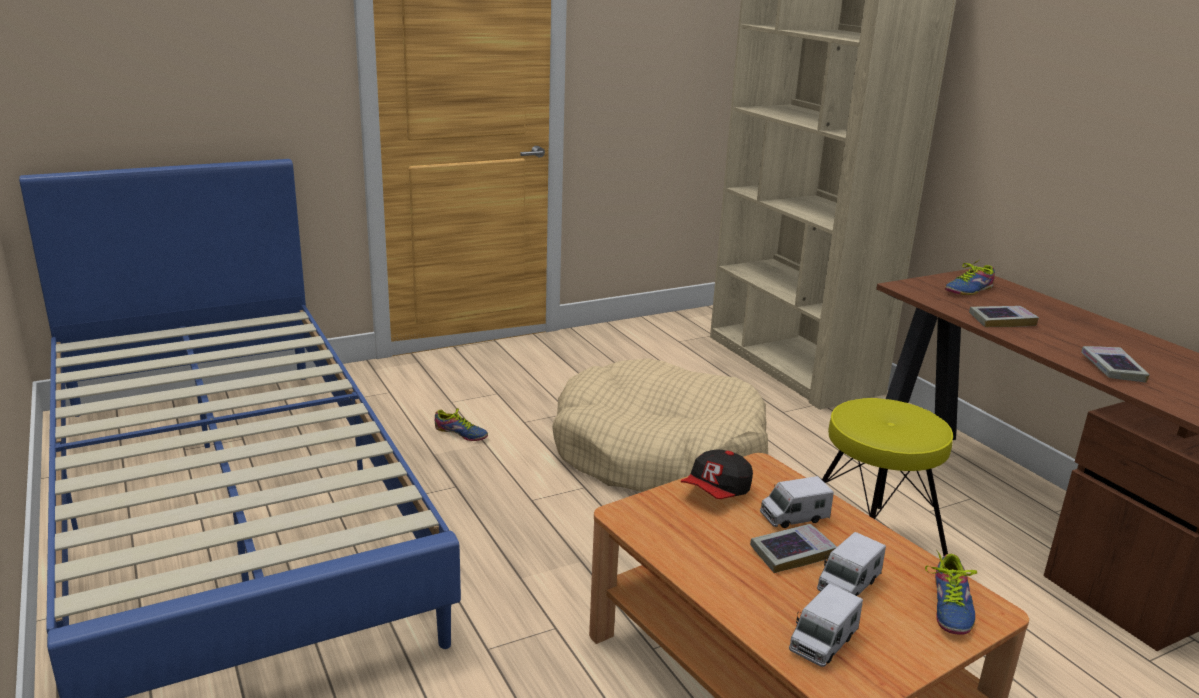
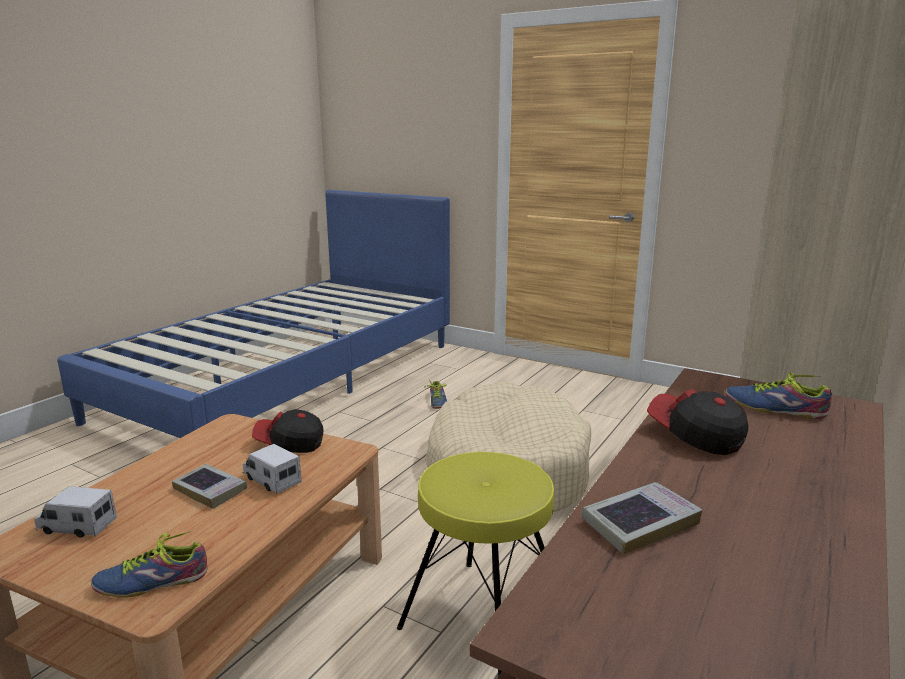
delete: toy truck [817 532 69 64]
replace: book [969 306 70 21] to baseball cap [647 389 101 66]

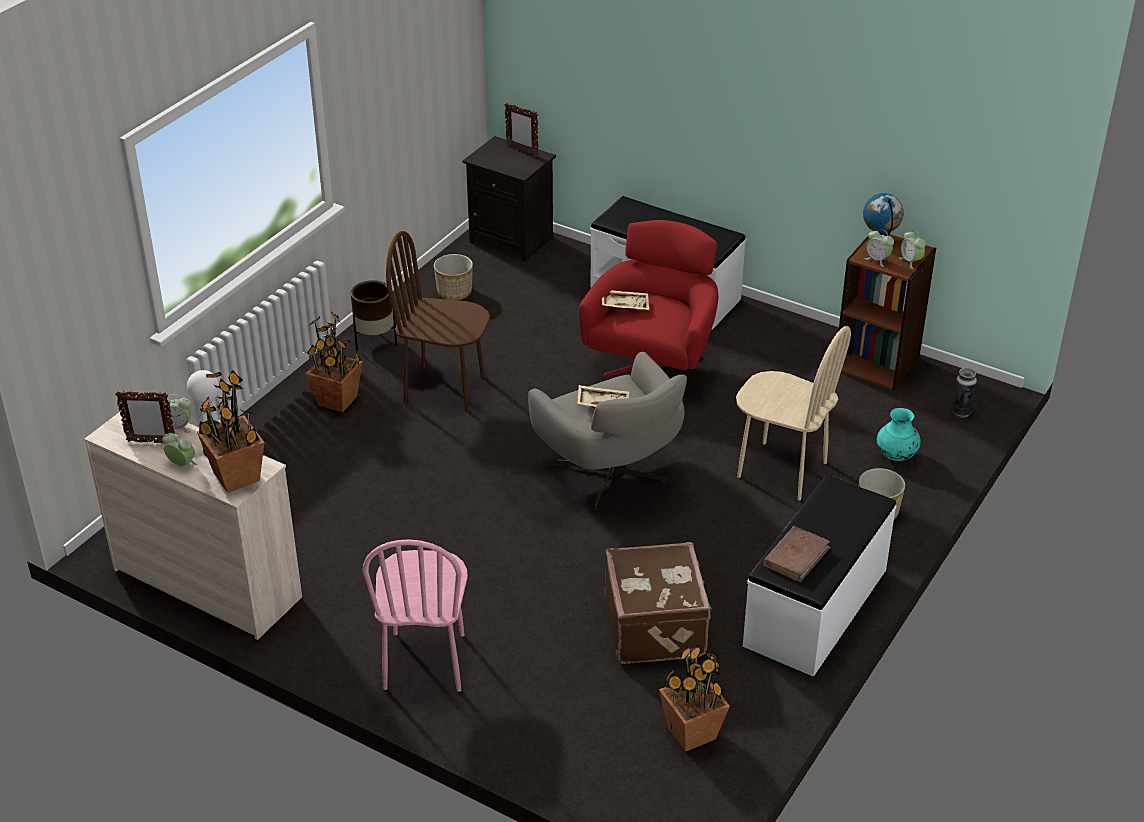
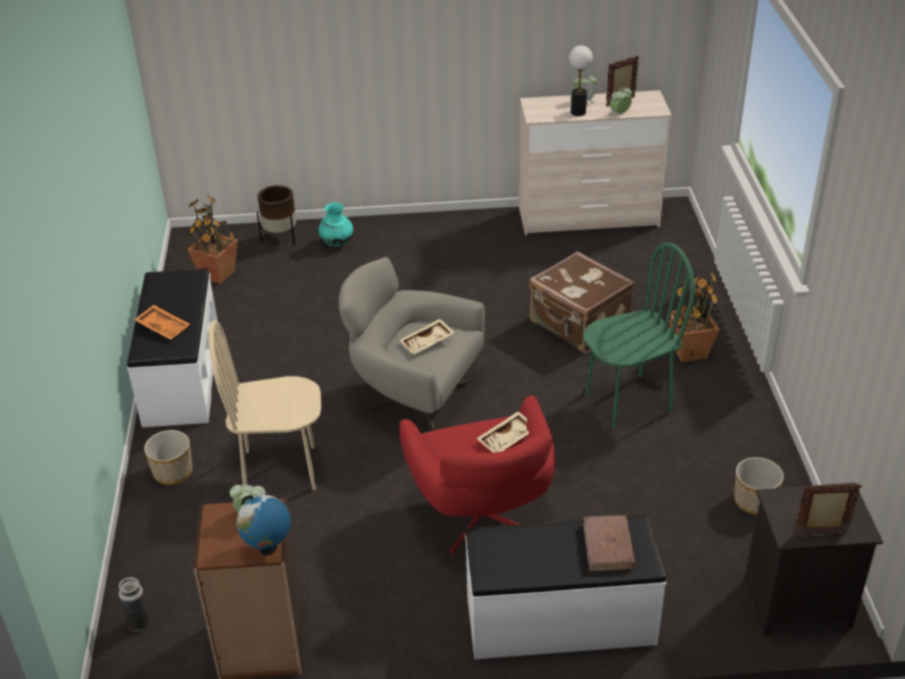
delete: houseplant [197 370 68 123]; upright chair (pink-coloured) [363 539 105 153]; table clock [899 231 27 38]
insert: serving tray (orange-coloured) [134 305 56 35]
move: plant pot (brown-coloured) [351 280 46 71] to [257 185 39 61]; flower vase (turquoise-coloured) [877 408 44 53] to [318 203 35 43]; piece of luggage (brown-coloured) [605 542 107 122] to [529 251 105 102]; book (brown-coloured) [763 526 67 56] to [583 515 53 56]
recolor: upright chair (brown-coloured) [386 231 104 180] to upright chair (greenish) [583 242 112 188]

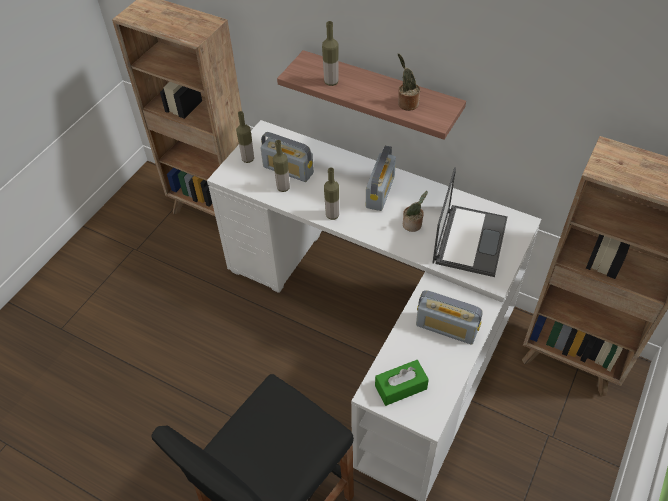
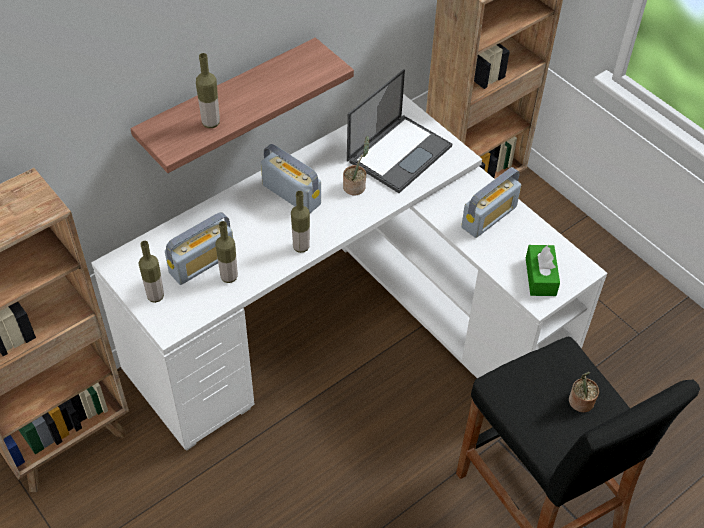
move: houseplant [397 53 23 58] to [569 372 30 40]
rotate: portable computer [432 167 76 110] = [347 69 105 124] 90 degrees clockwise

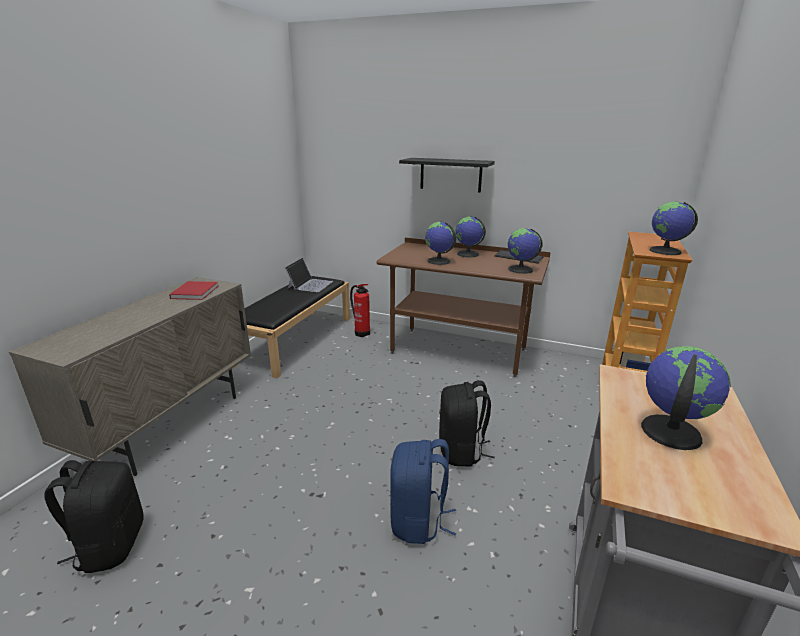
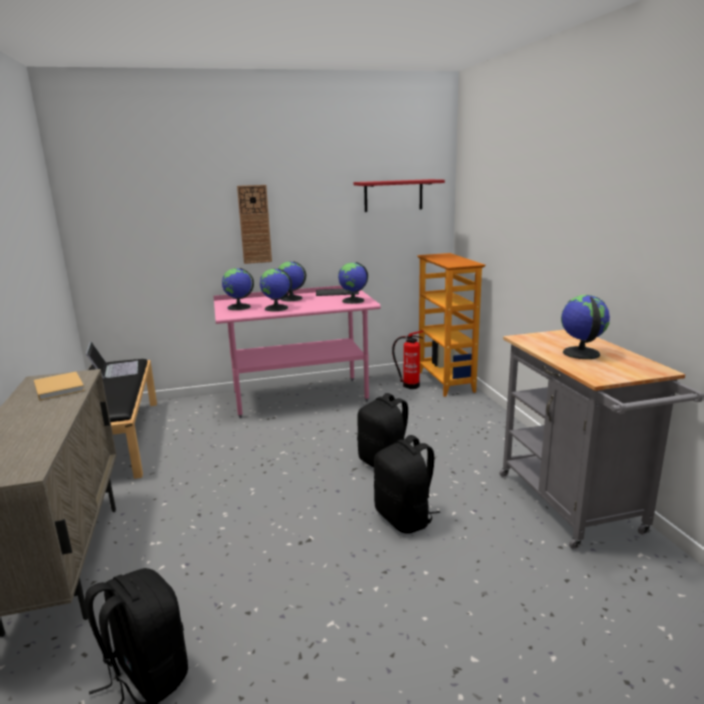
insert: wall shelf (reddish) [354 179 91 33]
move: world globe [649 202 49 53] to [222 268 32 42]; fire-fighting cylinder [350 284 20 53] to [392 331 31 58]
replace: wall shelf (black-coloured) [399 158 96 35] to clock on the wall [237 185 35 79]
recolor: book (reddish) [169 281 49 19] to book (beige) [34 372 51 29]; desk unit (brown-coloured) [377 238 174 139] to desk unit (pink-coloured) [213 286 168 132]; backpack (blue) [390 439 66 105] to backpack (black-coloured) [374 435 66 99]

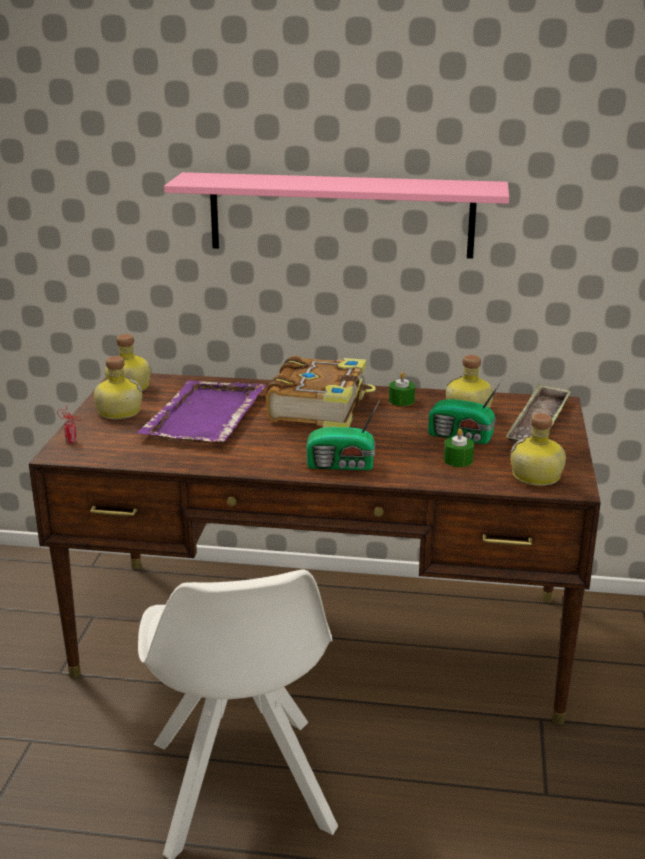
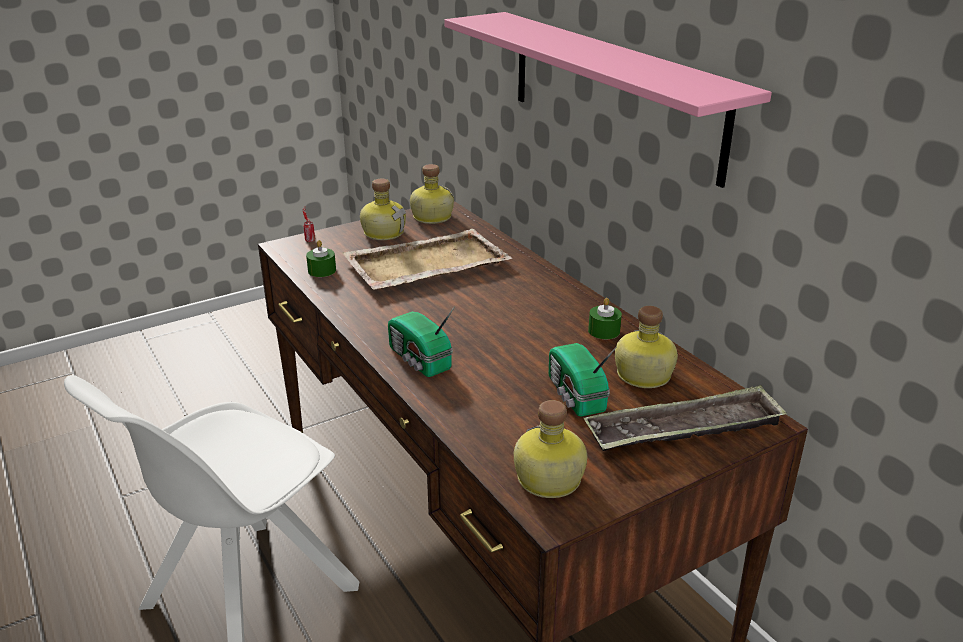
delete: book [266 356 110 72]
move: wax candle (greenish) [444 428 30 39] to [306 240 30 37]
recolor: serving tray (purple-coloured) [137 380 129 63] to serving tray (beige) [342 229 170 61]

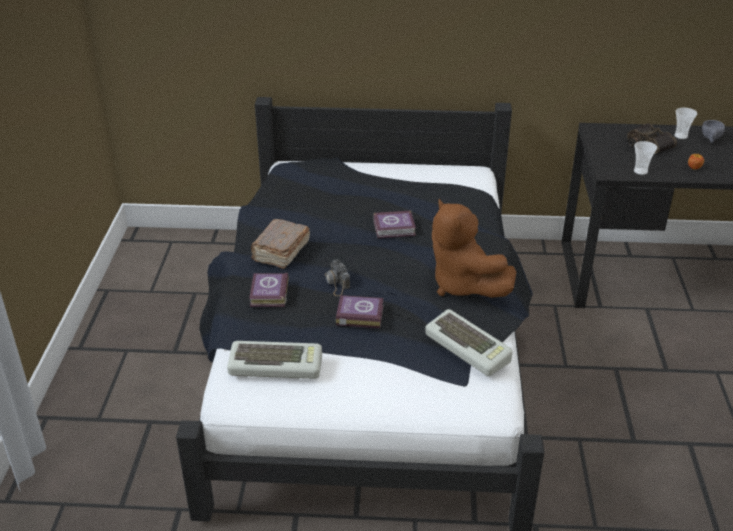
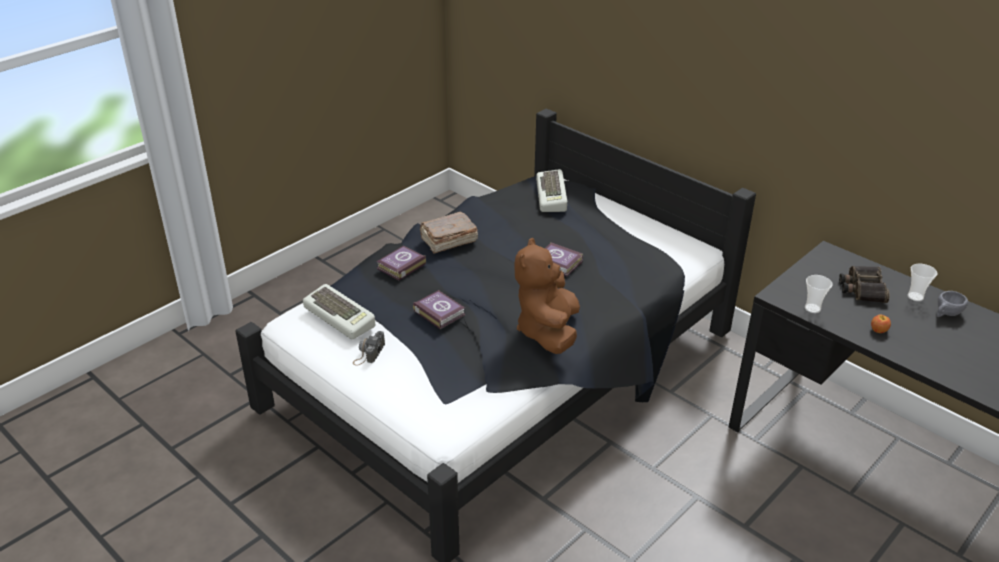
move: still camera [325 259 25 37] to [353 331 32 35]; computer keyboard [425 309 87 67] to [536 169 31 43]

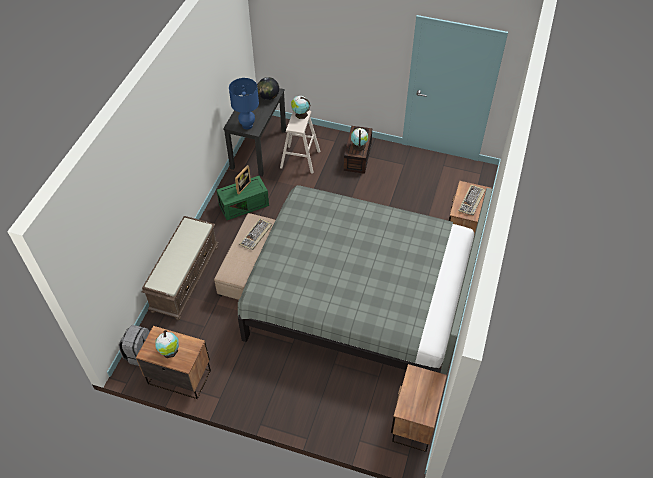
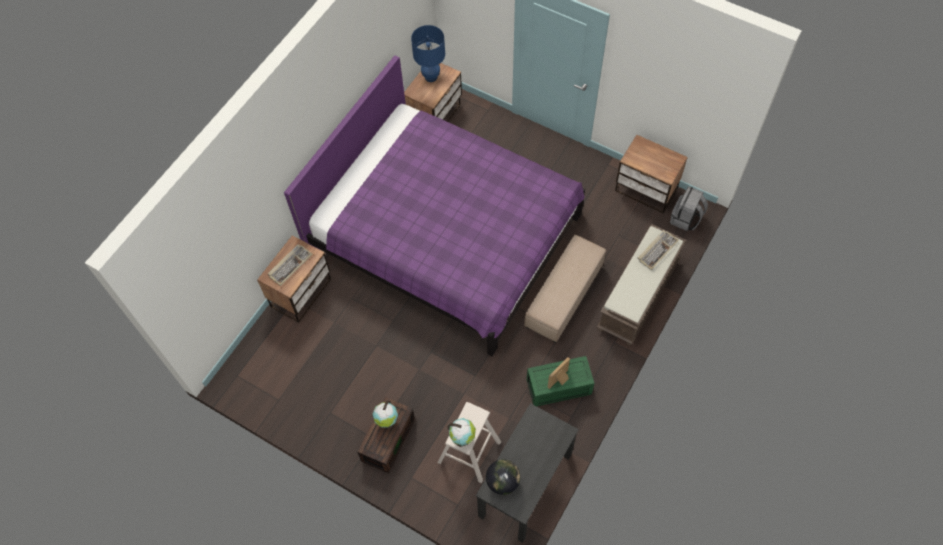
delete: world globe [156 330 23 28]
move: tabletop lamp (blue) [229 78 30 51] to [411 25 34 57]; computer keyboard [239 219 33 31] to [637 230 42 40]
recolor: sleeping bed (grey) [238 185 254 190] to sleeping bed (purple-coloured) [284 55 301 301]

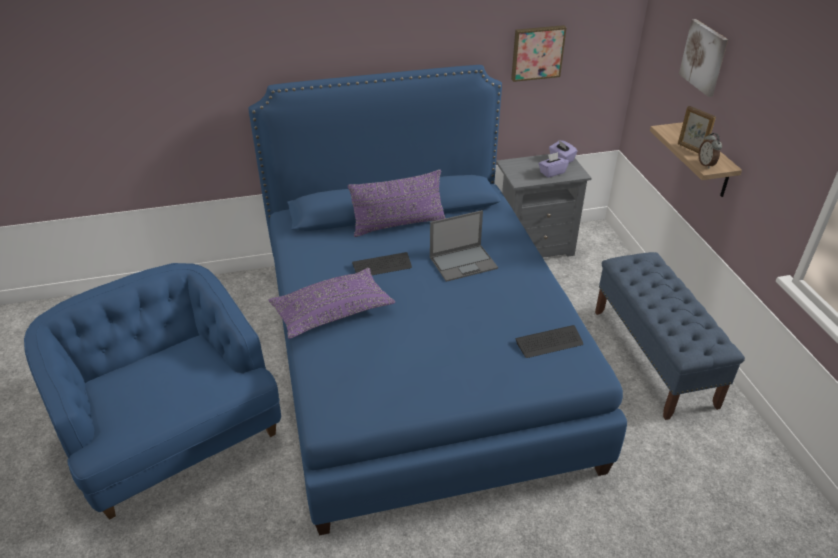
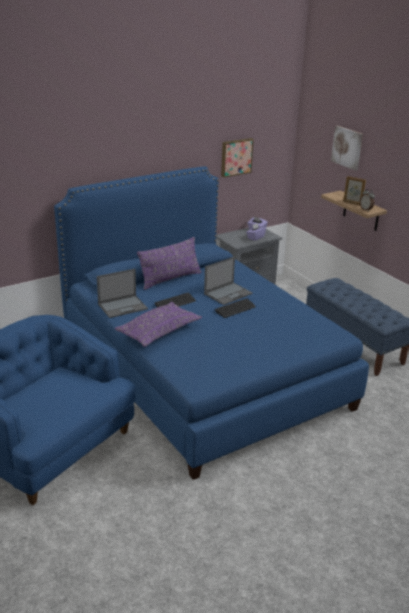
insert: portable computer [97 269 51 49]
move: computer keyboard [515 325 68 33] to [215 298 41 20]

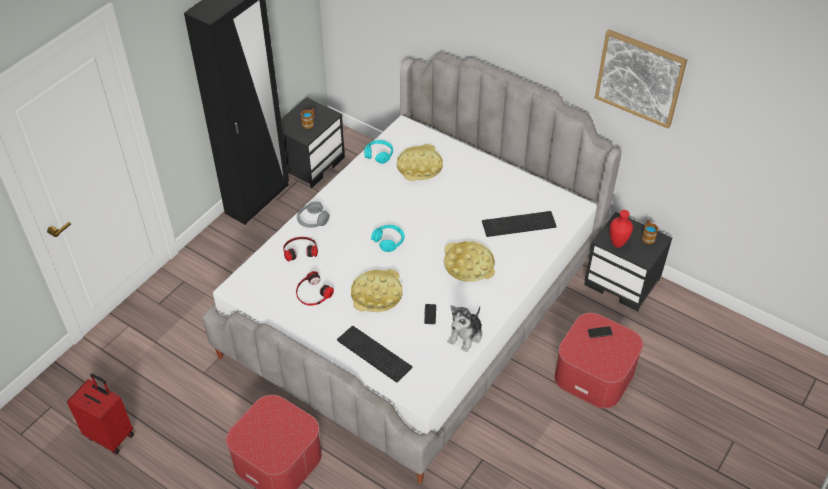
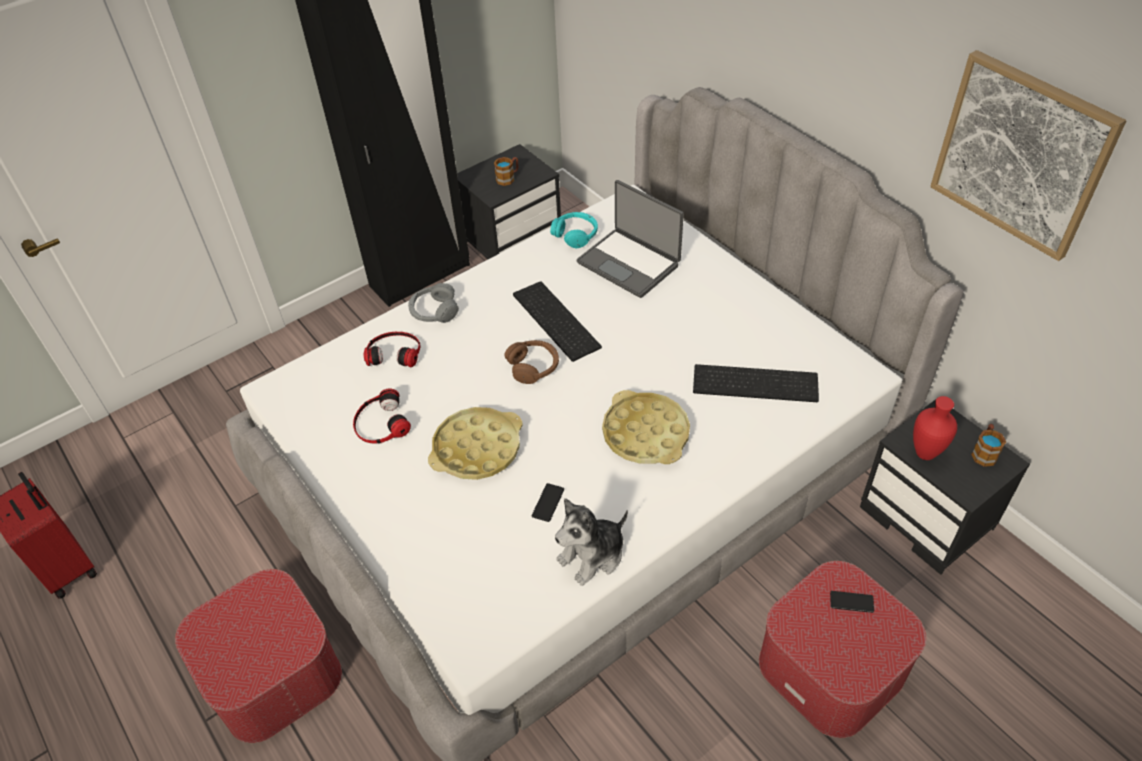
move: computer keyboard [337 326 76 56] to [513 281 89 81]
replace: serving tray (yellowish) [397 144 46 37] to portable computer [577 180 107 118]
recolor: headphones (turquoise-coloured) [371 225 33 27] to headphones (brown-coloured) [504 340 55 44]

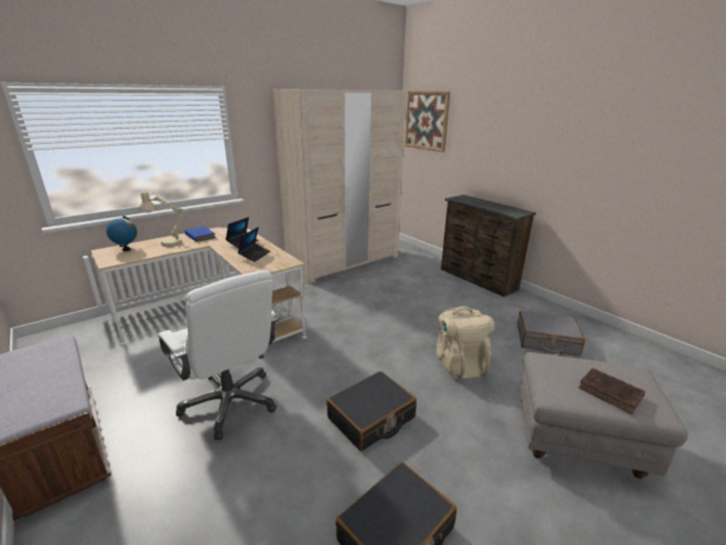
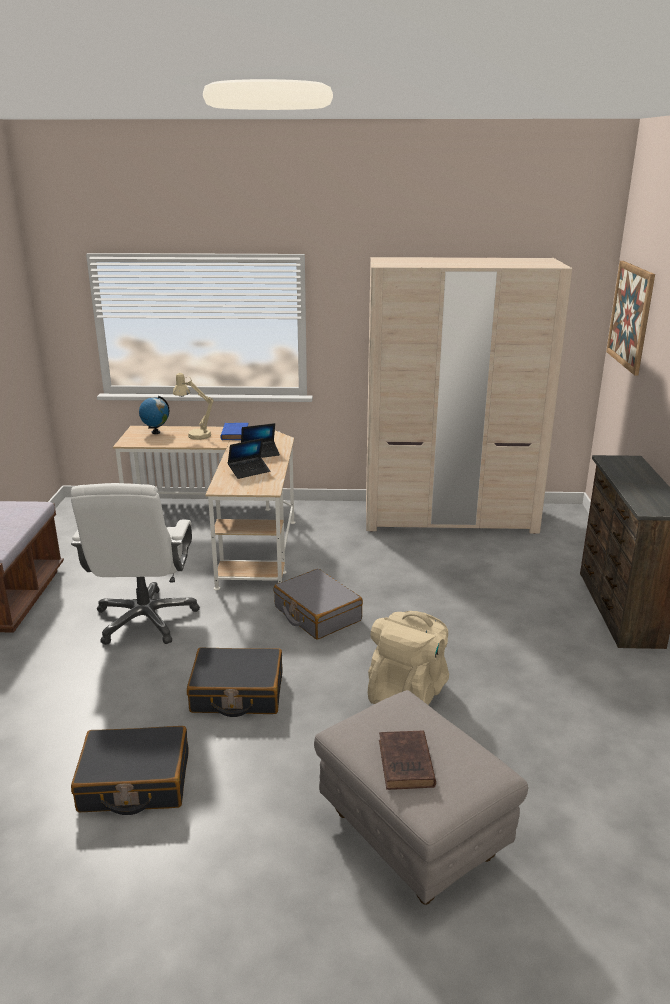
move: piece of luggage (grey) [517 311 68 45] to [274 569 89 71]

